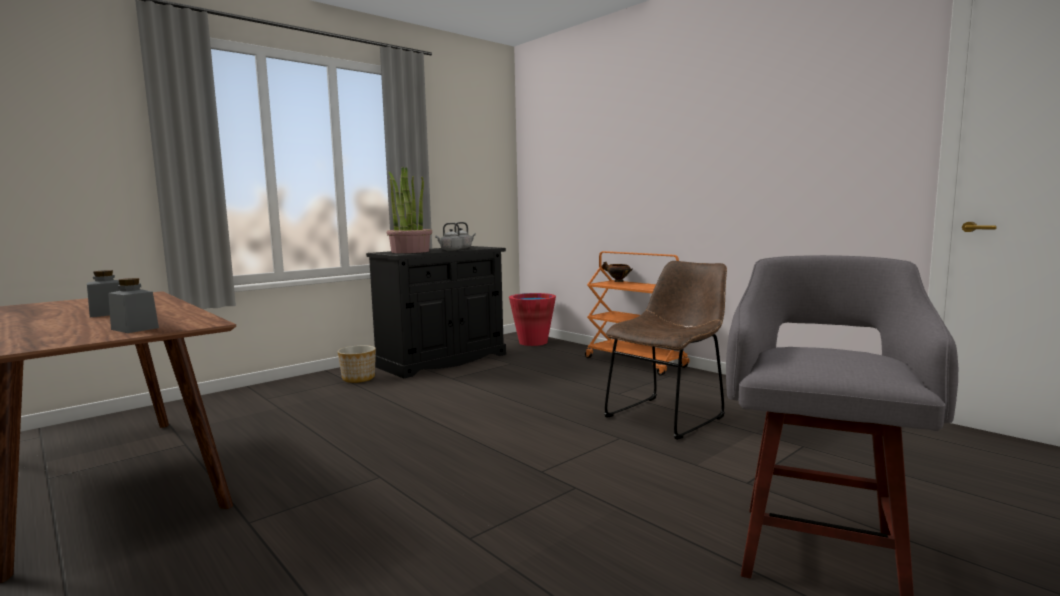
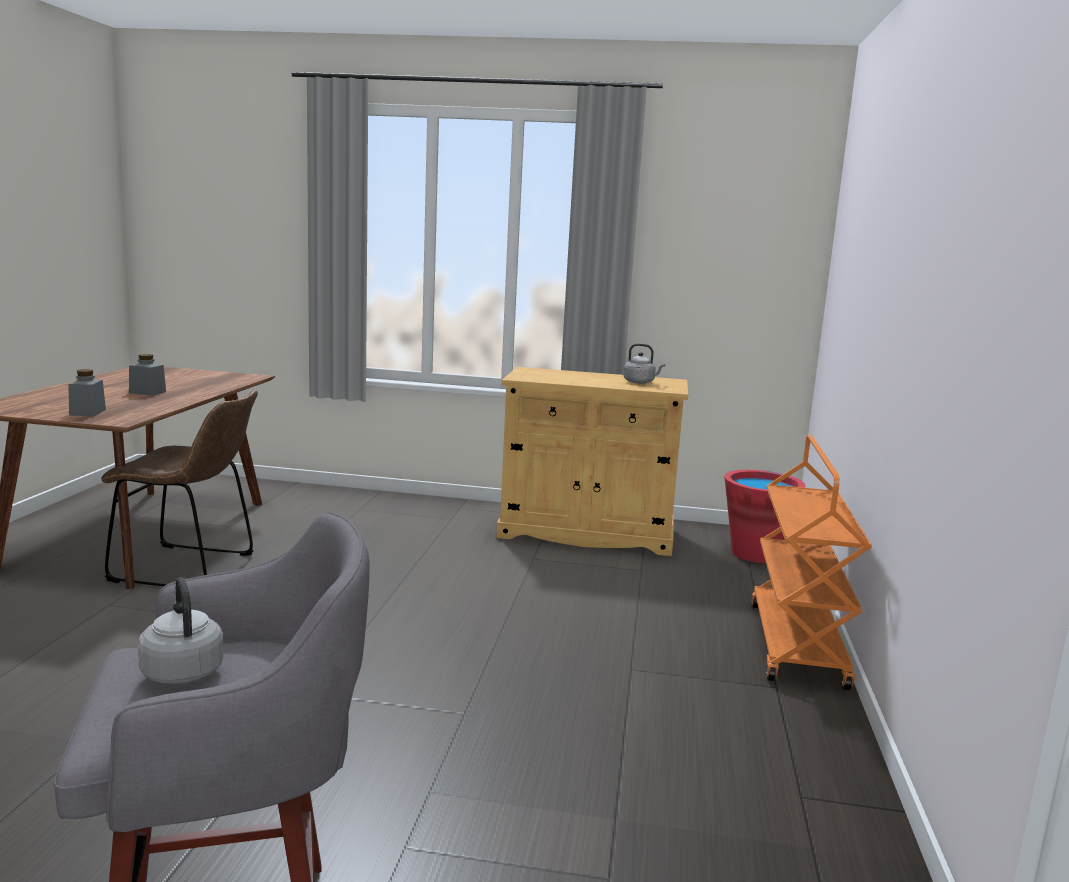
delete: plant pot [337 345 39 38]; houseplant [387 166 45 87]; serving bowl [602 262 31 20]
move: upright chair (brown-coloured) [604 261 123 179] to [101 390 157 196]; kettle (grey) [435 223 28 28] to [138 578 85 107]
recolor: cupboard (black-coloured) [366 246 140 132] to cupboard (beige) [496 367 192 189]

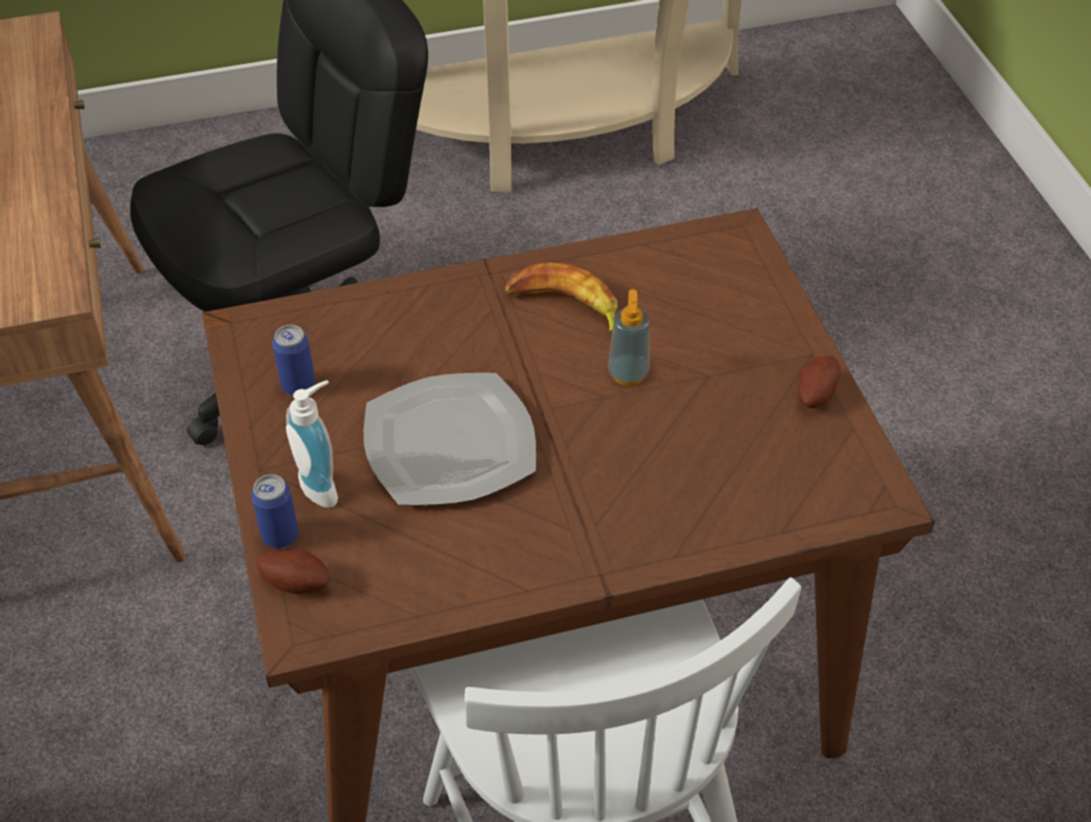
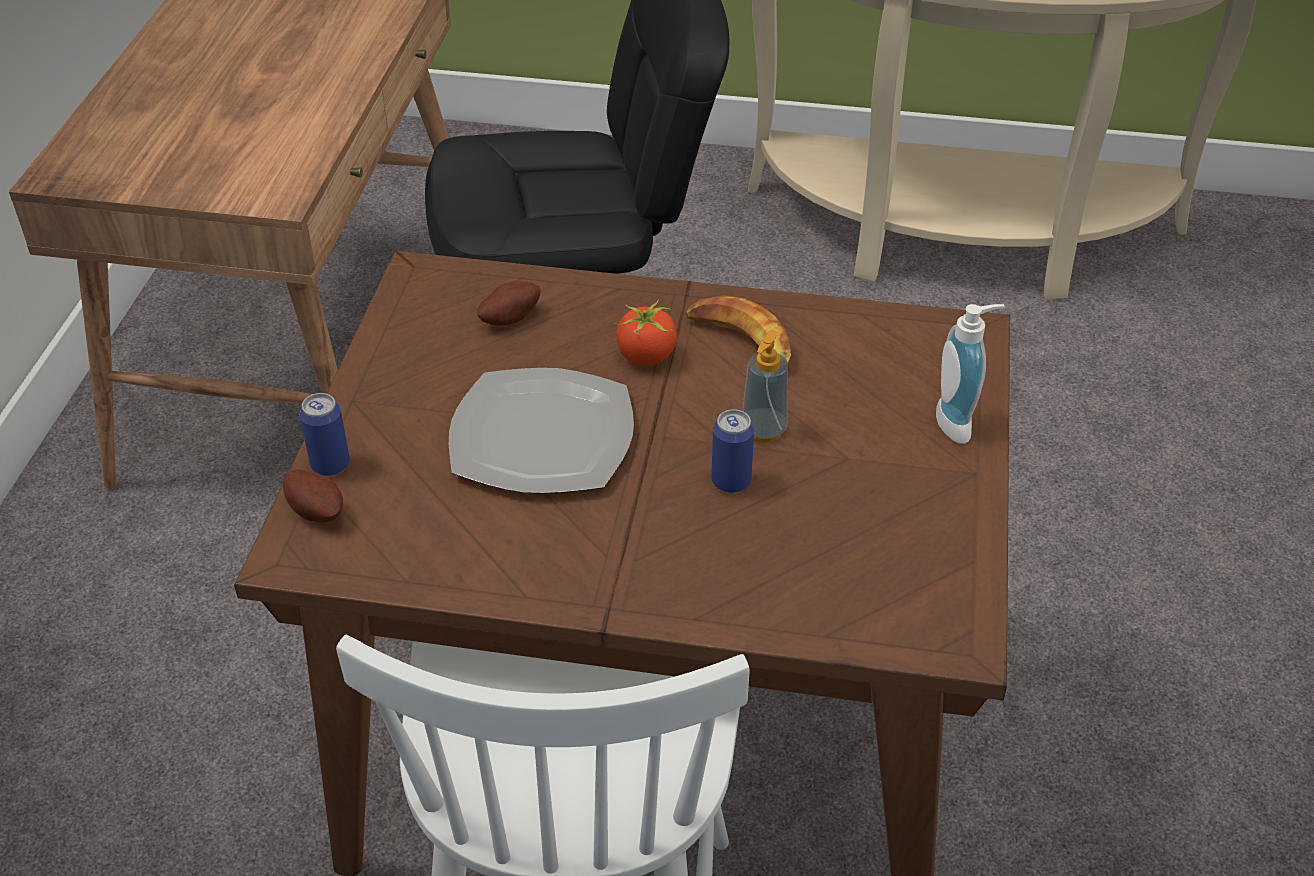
insert: whole tomato [615 299 62 67]
move: whole potato [798 356 43 52] to [477 281 64 45]; can [272 325 43 70] to [711 409 43 84]; liquid soap bottle [286 380 52 128] to [936 304 69 140]

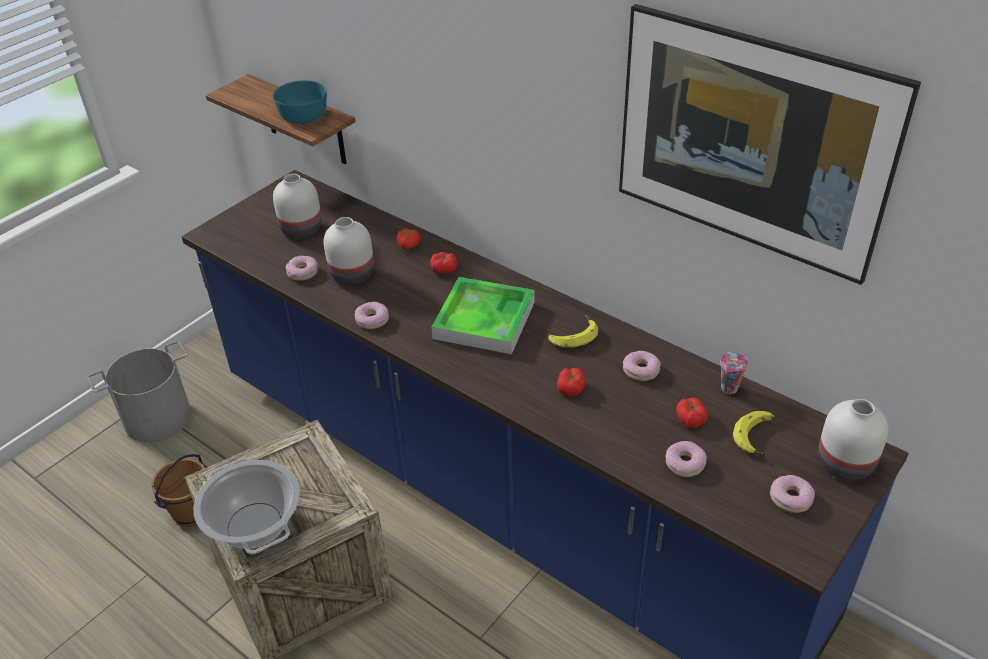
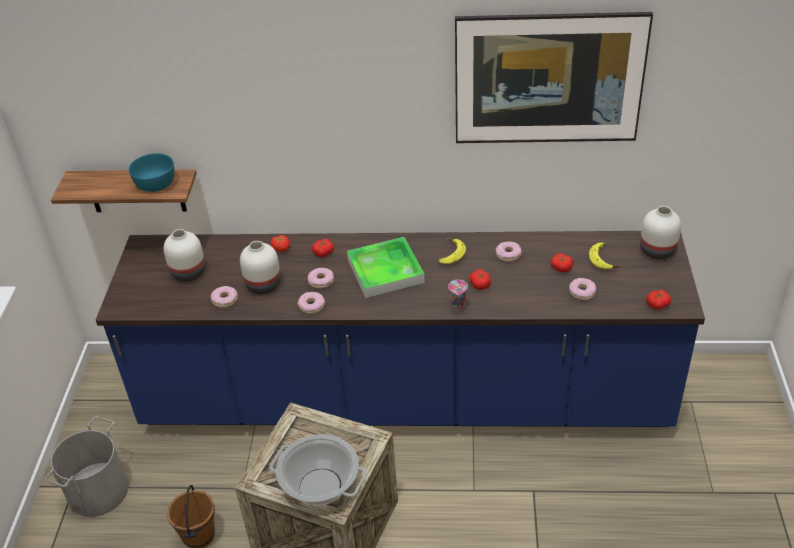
insert: whole tomato [646 290 25 20]
move: donut [770 475 45 38] to [308 268 26 21]; drinking cup [720 352 28 42] to [448 280 20 30]

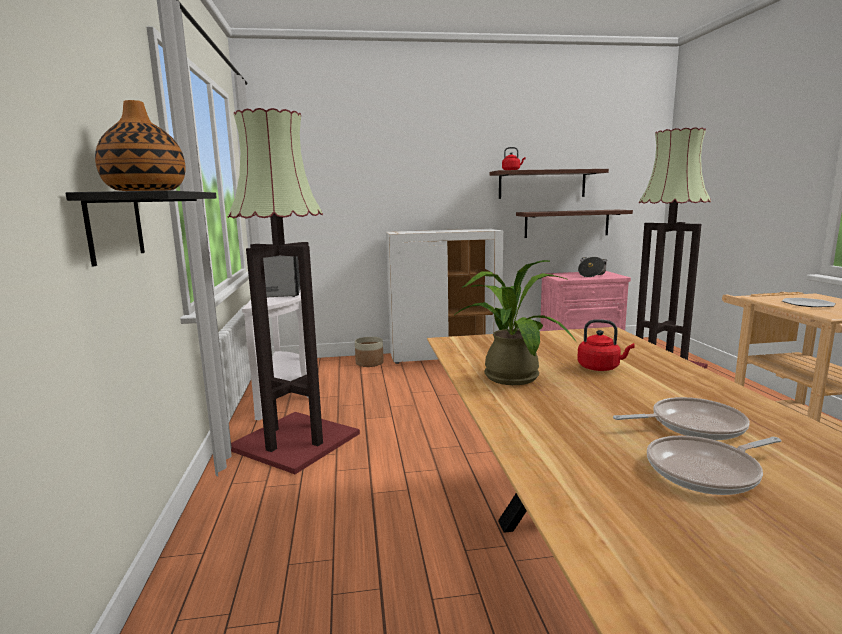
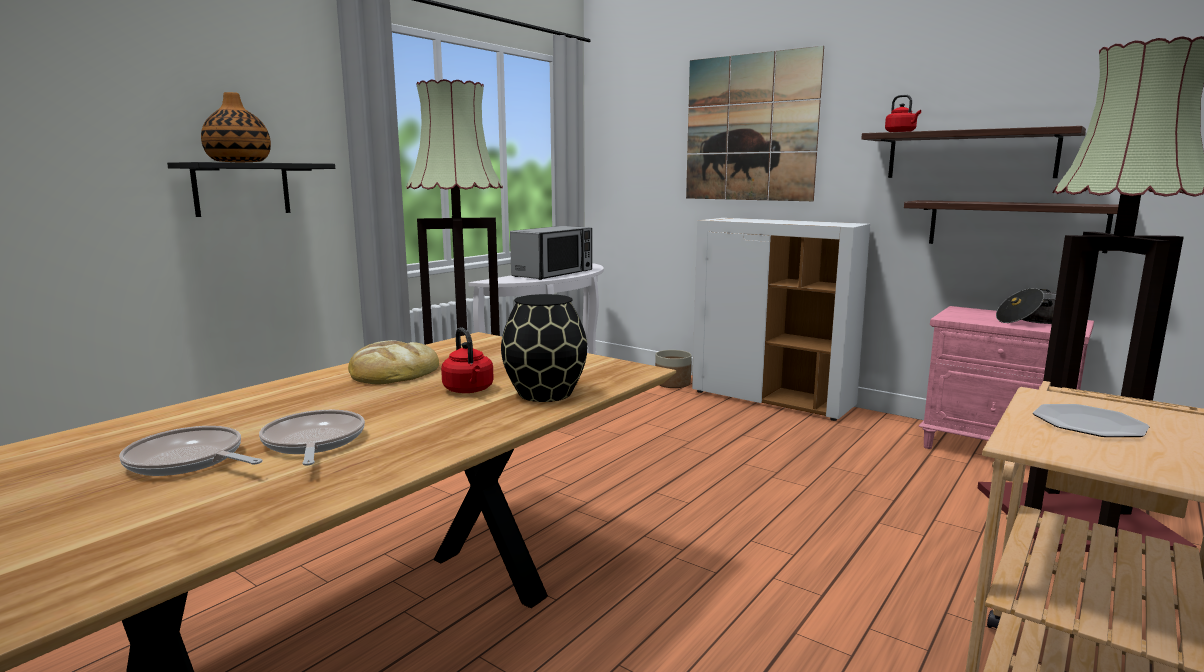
insert: flower vase (black-coloured) [501 294 86 108]; picture [686 46 138 155]
replace: houseplant [456 260 120 125] to bread [348 340 91 44]
rotate: pan [613 397 137 43] = [259 410 106 56] 150 degrees counterclockwise

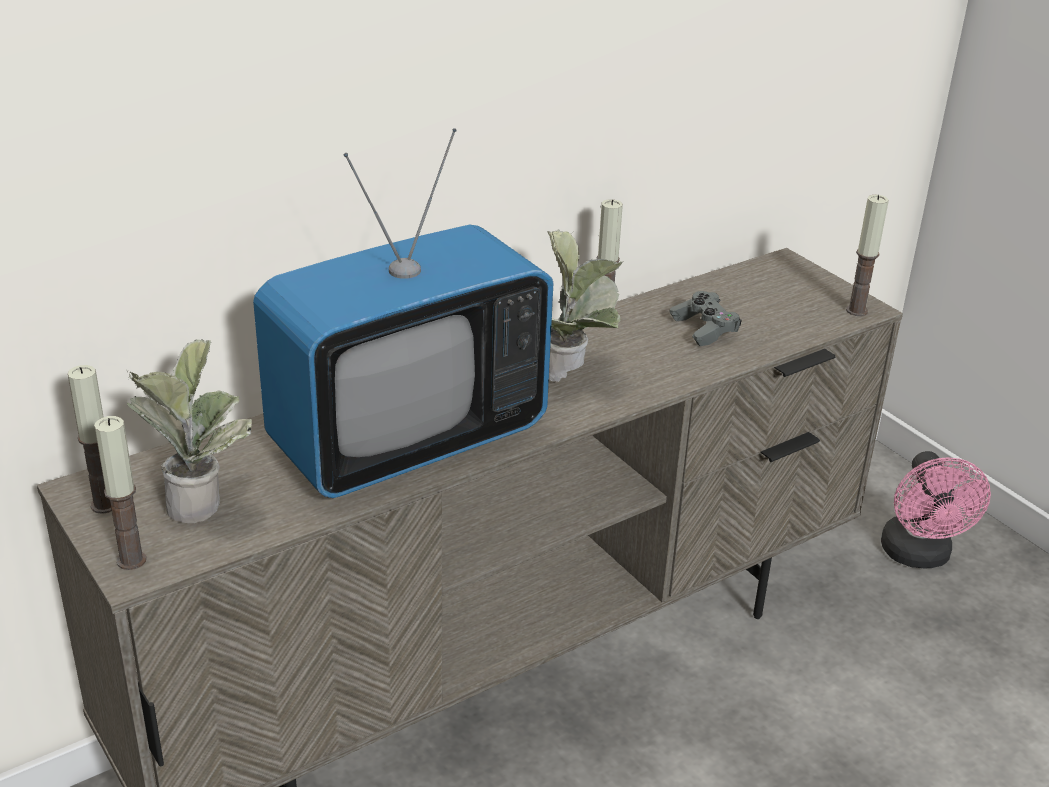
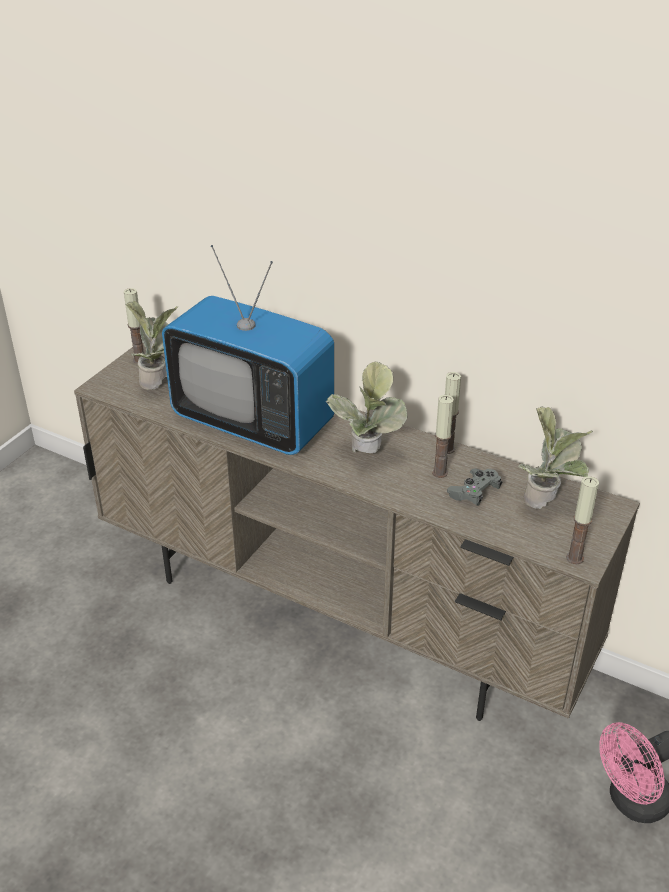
insert: houseplant [518 406 75 103]
move: wax candle [94 416 52 154] to [432 395 22 83]

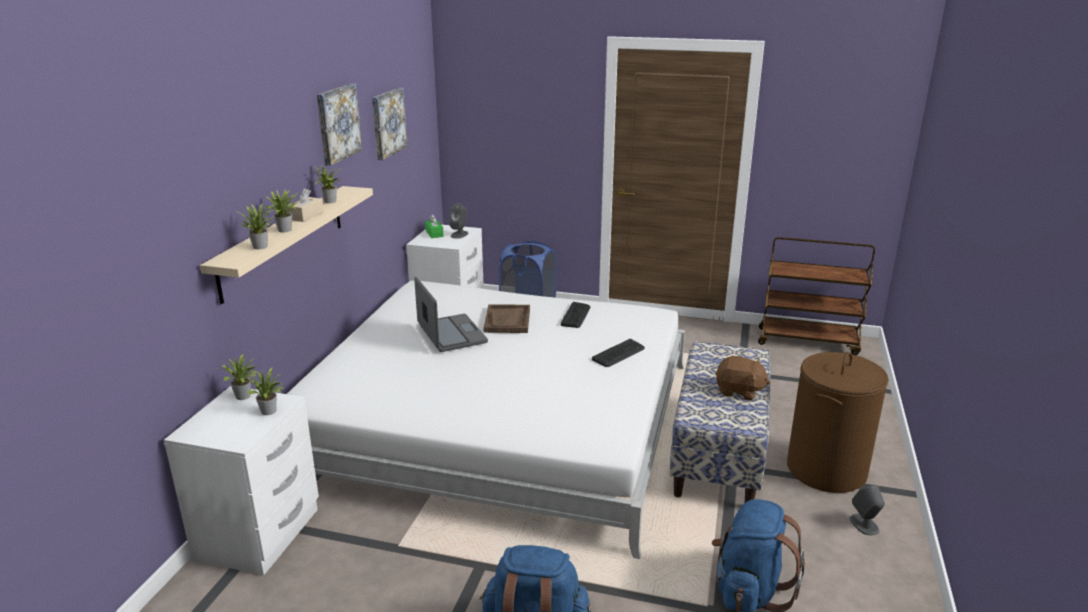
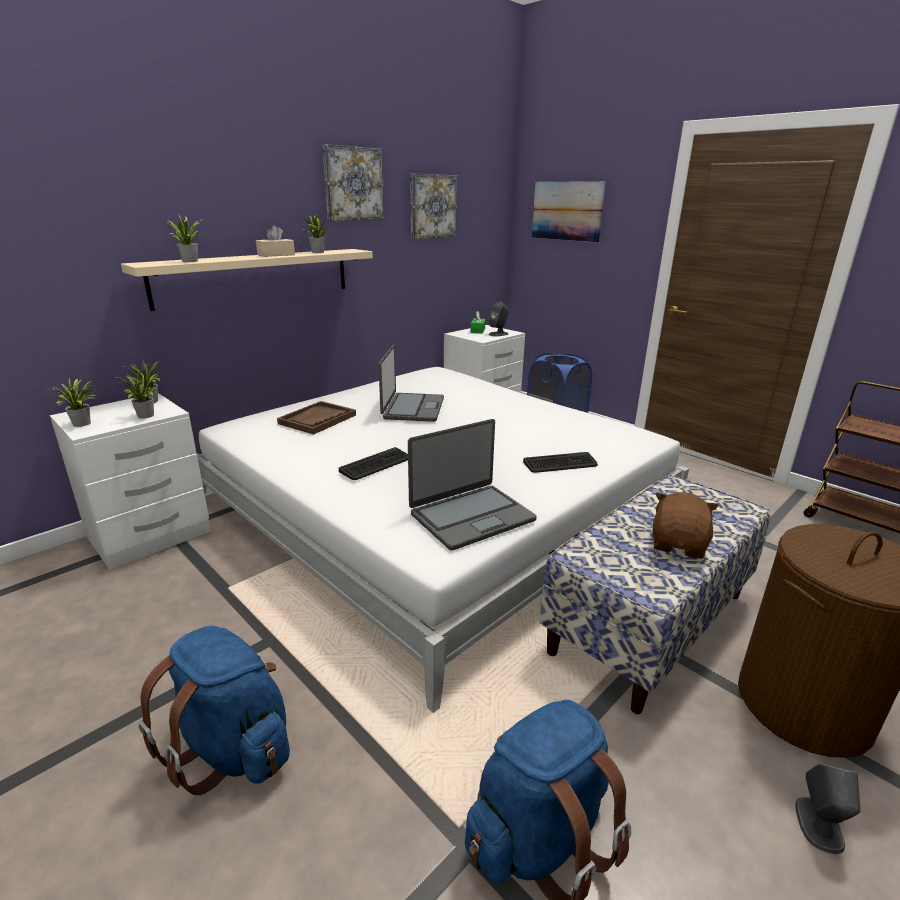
insert: portable computer [408 419 129 132]; picture [532 181 74 61]
move: houseplant [264 189 36 43] to [48 379 52 48]; serving tray (brown-coloured) [484 304 46 29] to [277 401 79 34]; computer keyboard [561 302 29 26] to [339 447 69 33]
rotate: plush toy (brown-coloured) [716 356 55 45] = [653 492 66 67] 120 degrees counterclockwise

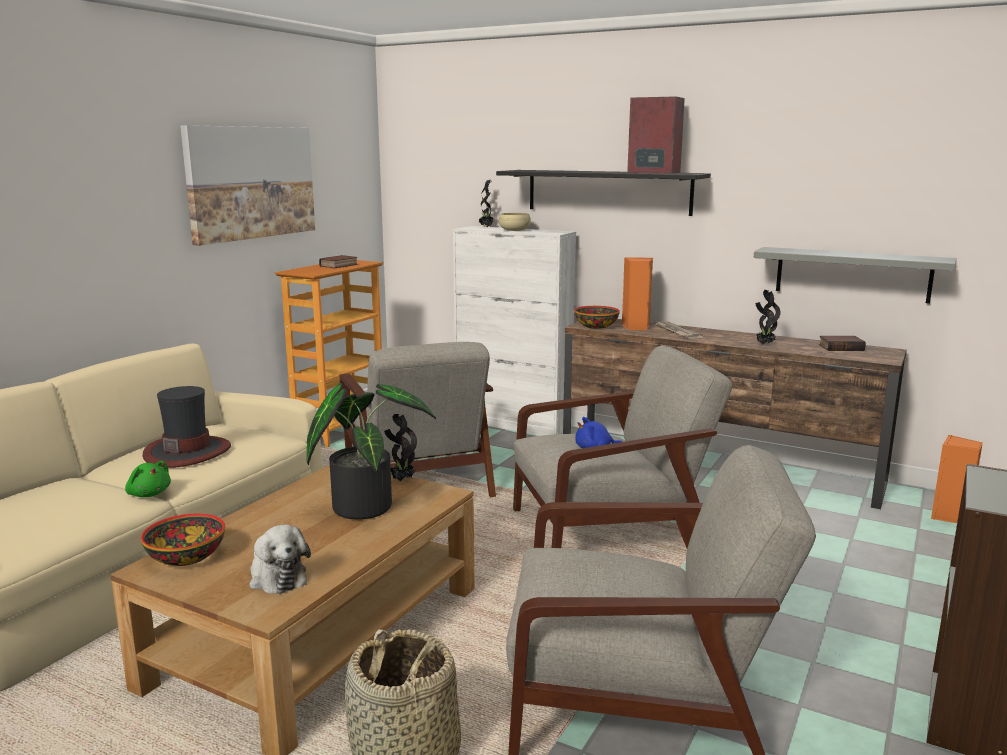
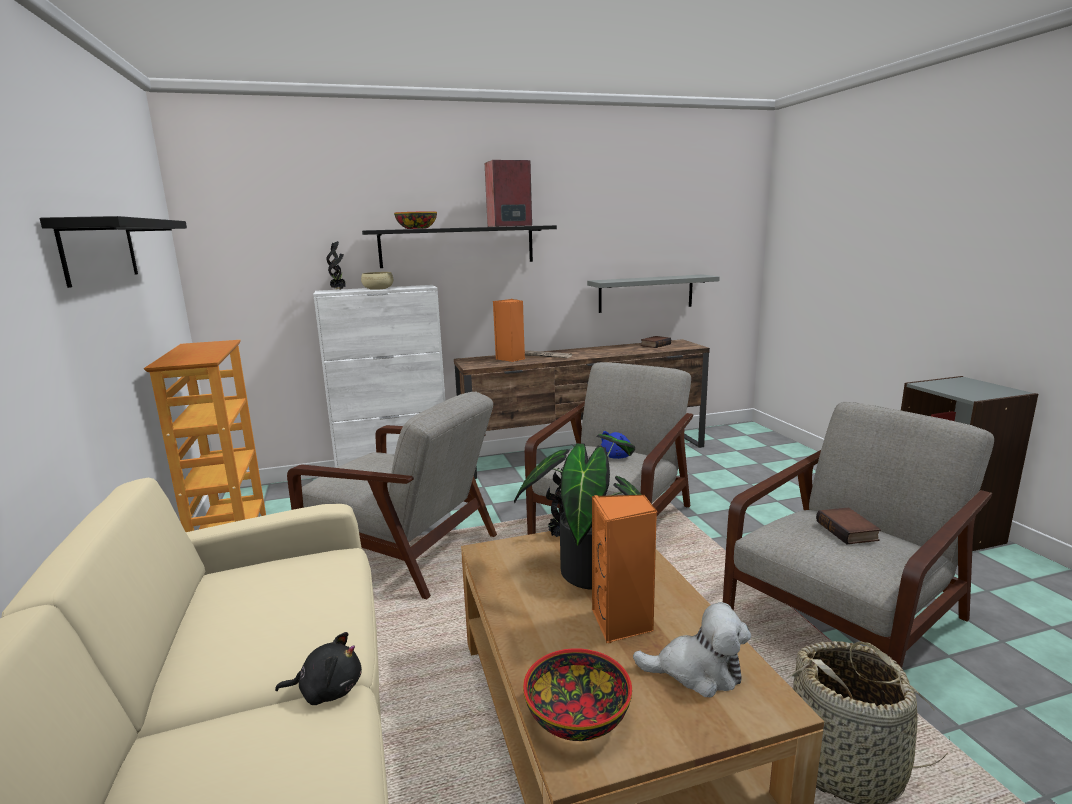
delete: clothing hat [142 386 89 82]; houseplant [756 290 25 55]
move: serving bowl [574 306 46 23] to [394 211 43 18]; loudspeaker (orange-coloured) [931 435 52 88] to [592 495 65 148]; book [319 255 39 13] to [816 508 65 36]
replace: picture [180 125 135 121] to wall shelf (black-coloured) [39 216 148 72]
recolor: plush toy (greenish) [125 461 46 36] to plush toy (black-coloured) [275 632 87 73]

